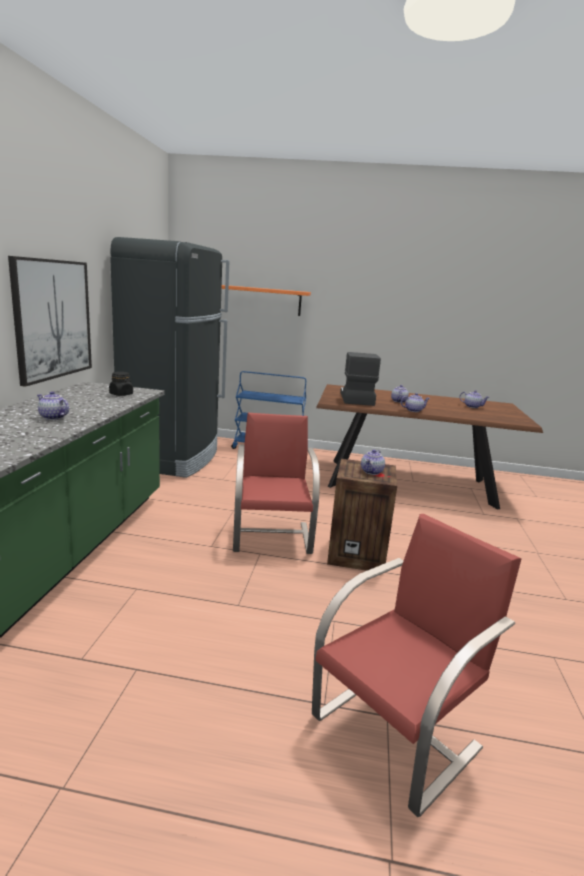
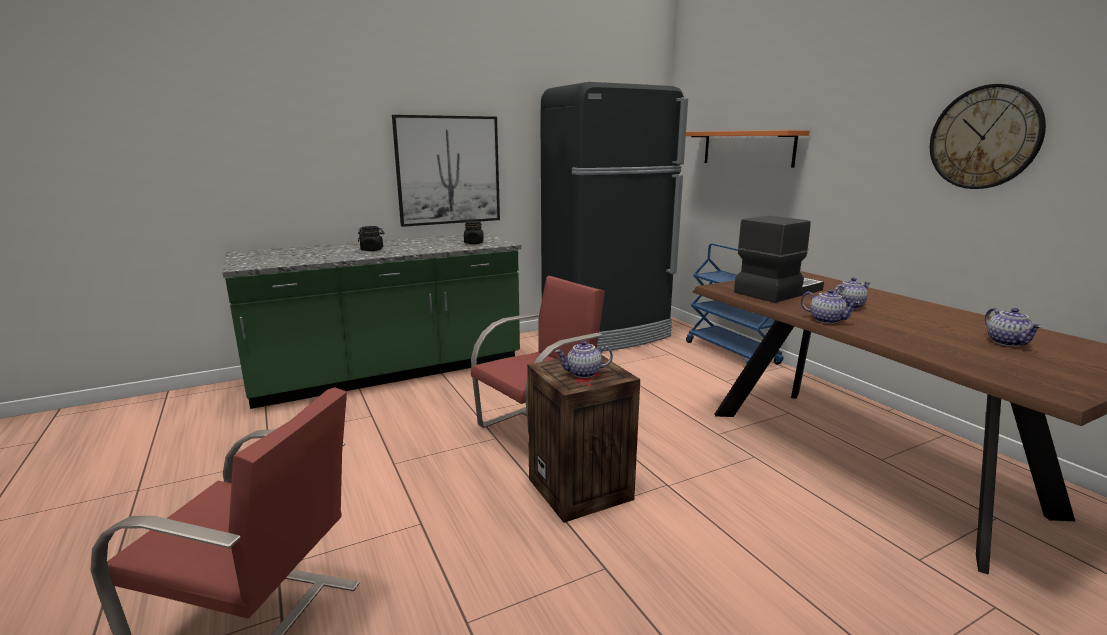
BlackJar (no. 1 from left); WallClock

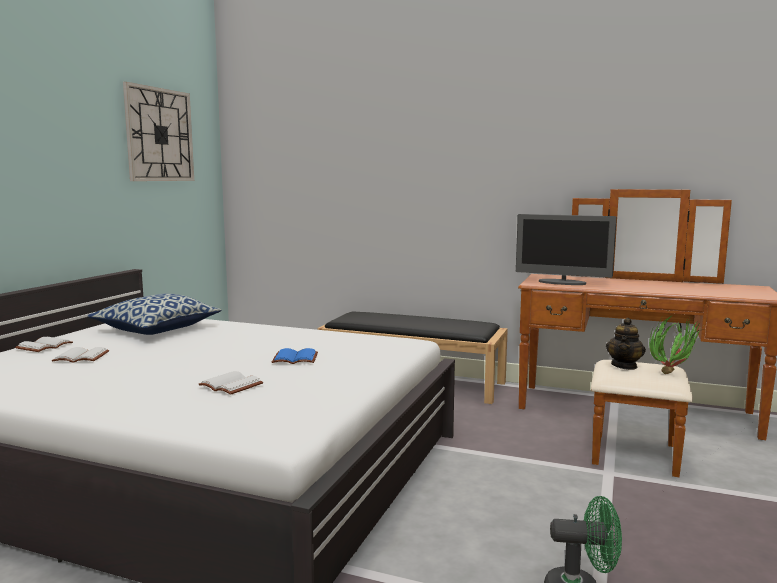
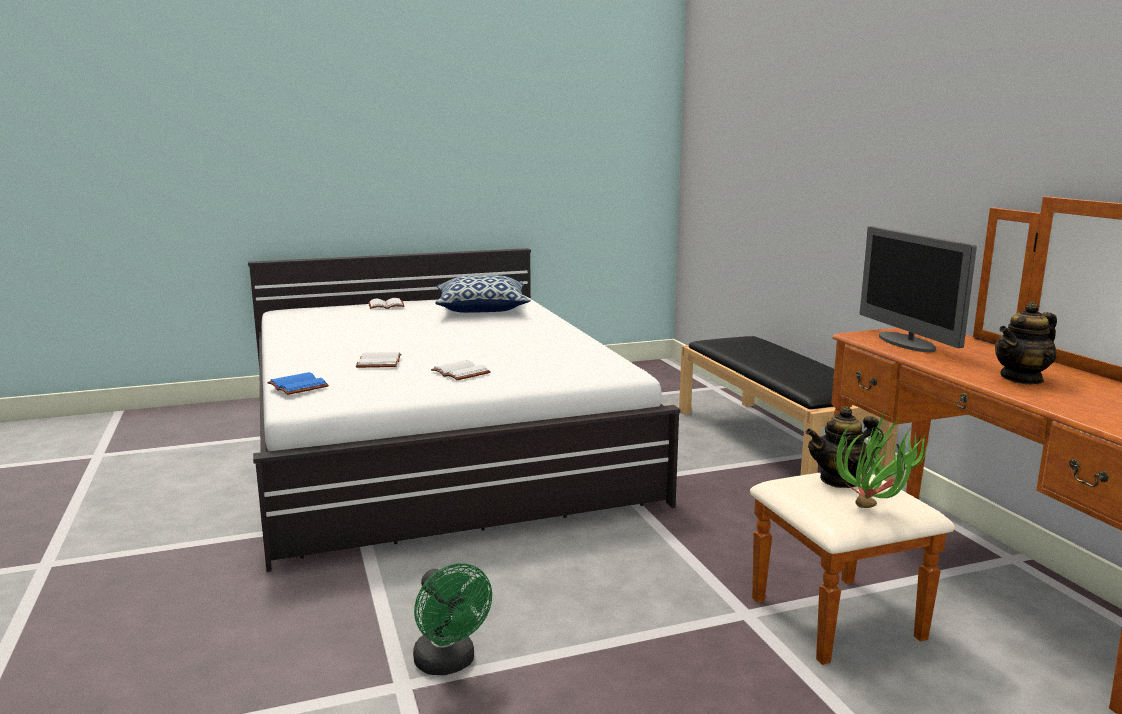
WhiteBook (no. 3 from left); WallClock; BlueBook; Teapot (no. 2 from left)

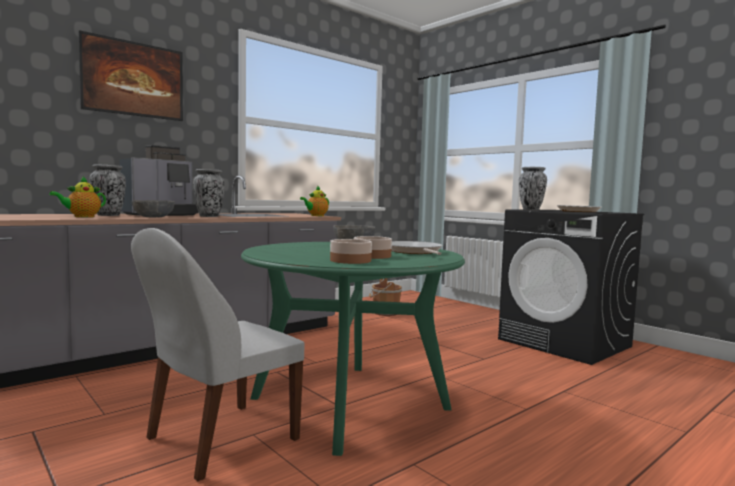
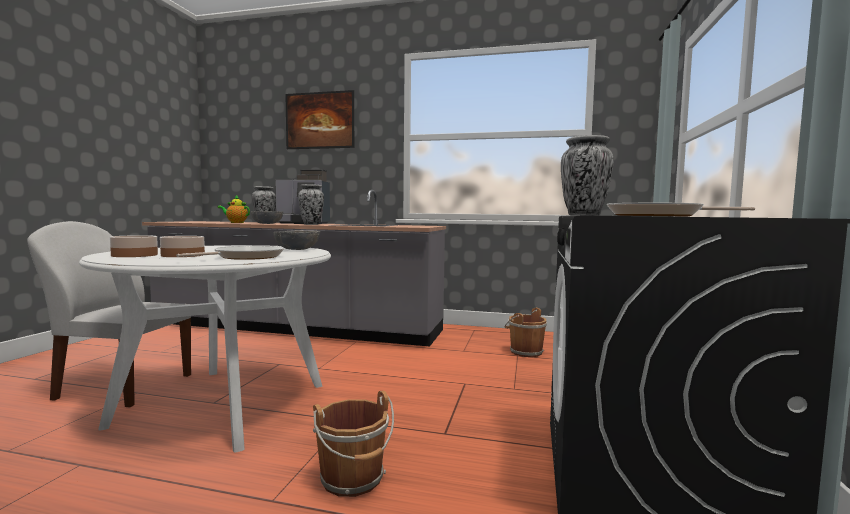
WhiteDiningTable; Teapot (no. 2 from left in the first image); BrownBucket (no. 1 from left)

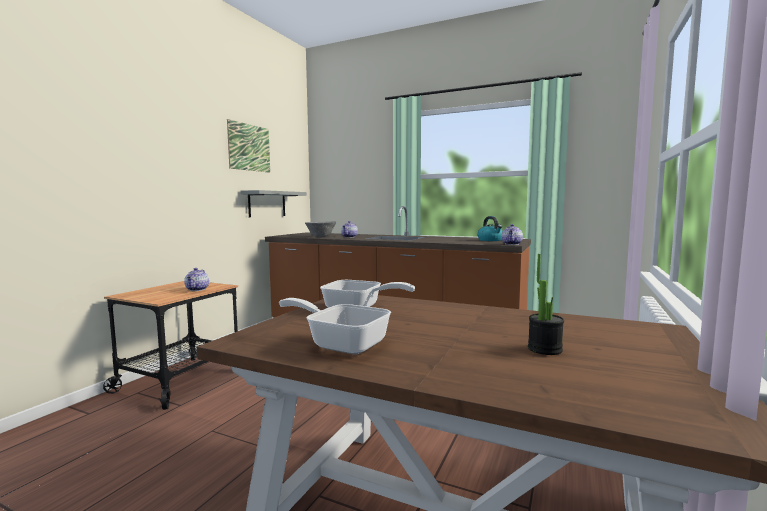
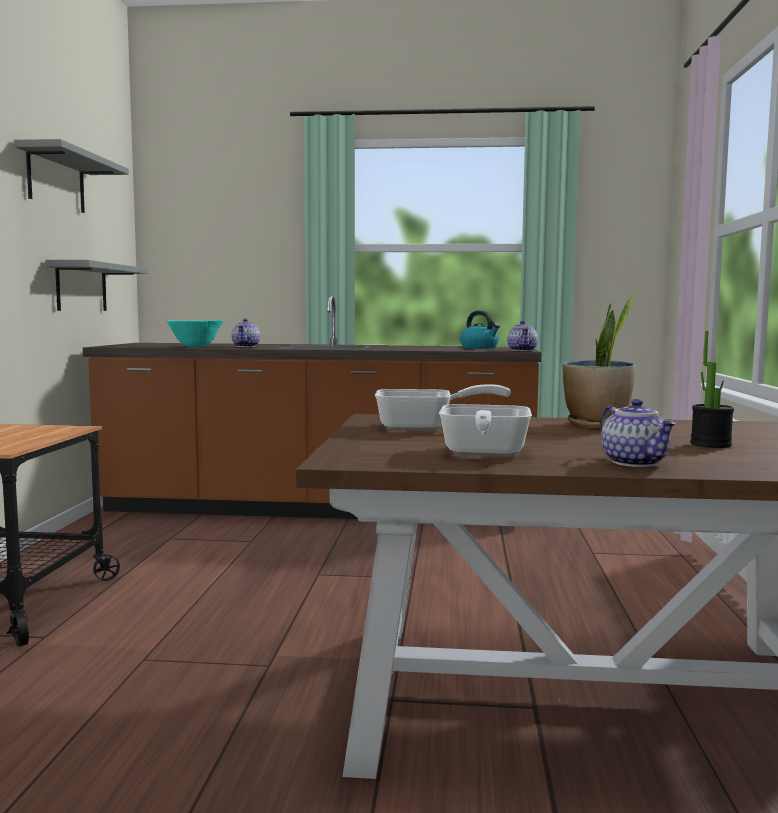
Teapot (no. 3 from left); GreyShelf (no. 1 from left); FryingPan (no. 2 from left); TurquoiseBowl; PottedPlant (no. 1 from left)

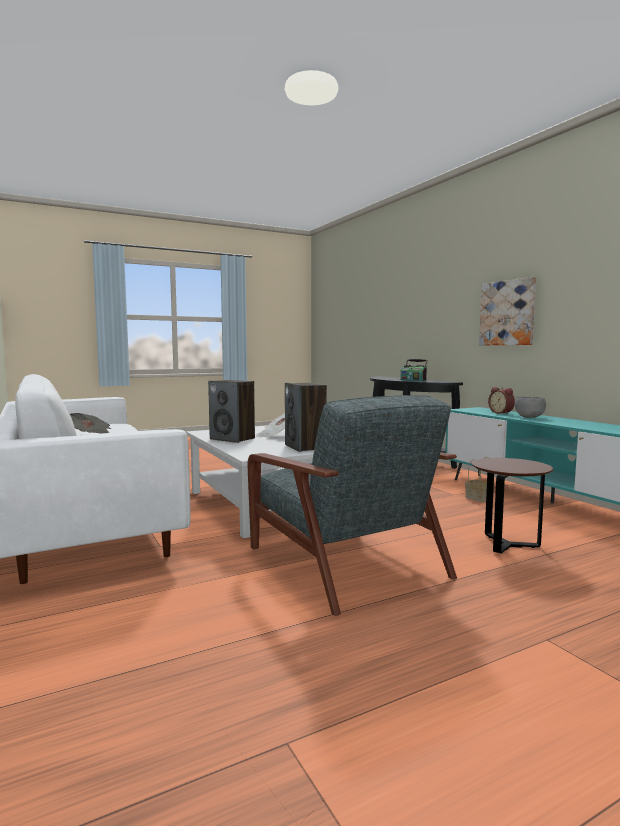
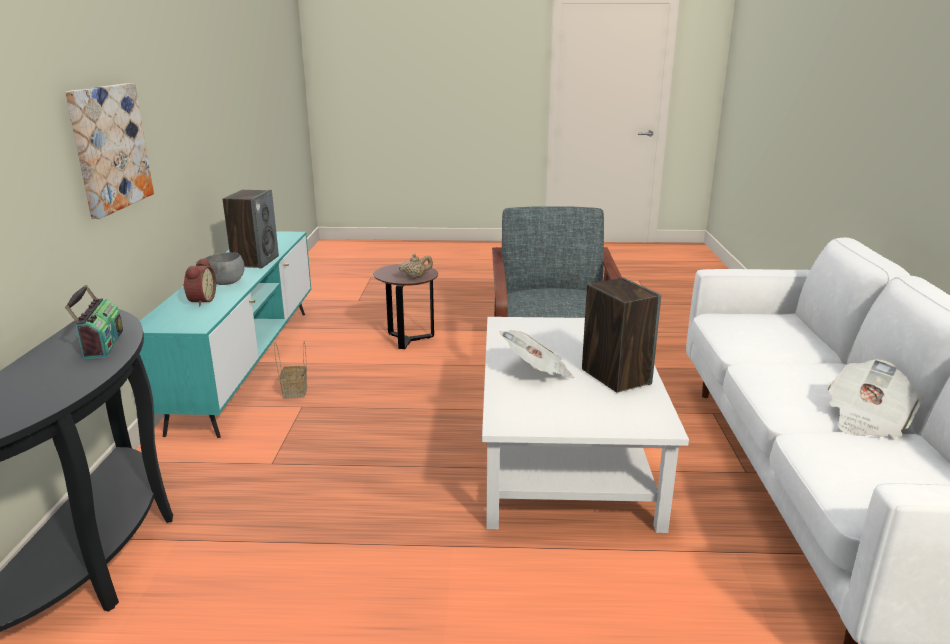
Speaker (no. 1 from left); BeigeTeapot

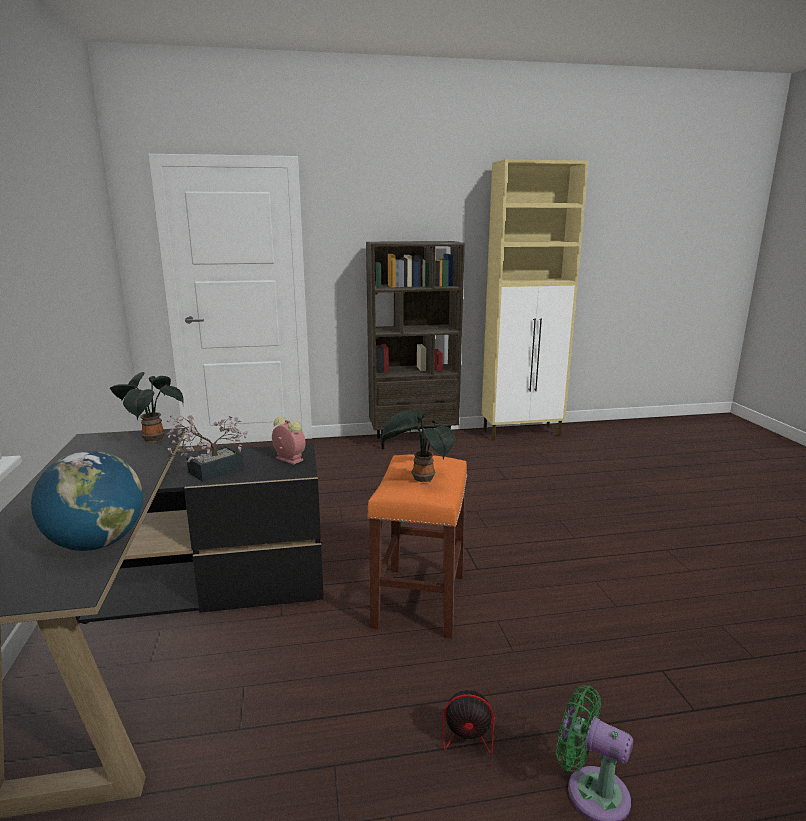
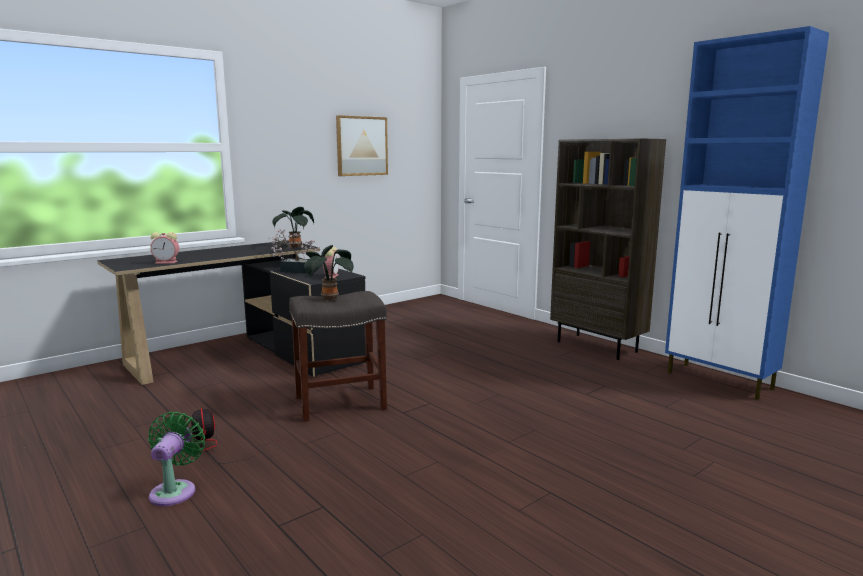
AlarmClock (no. 1 from left); GreyStool; BlueCabinet; Picture

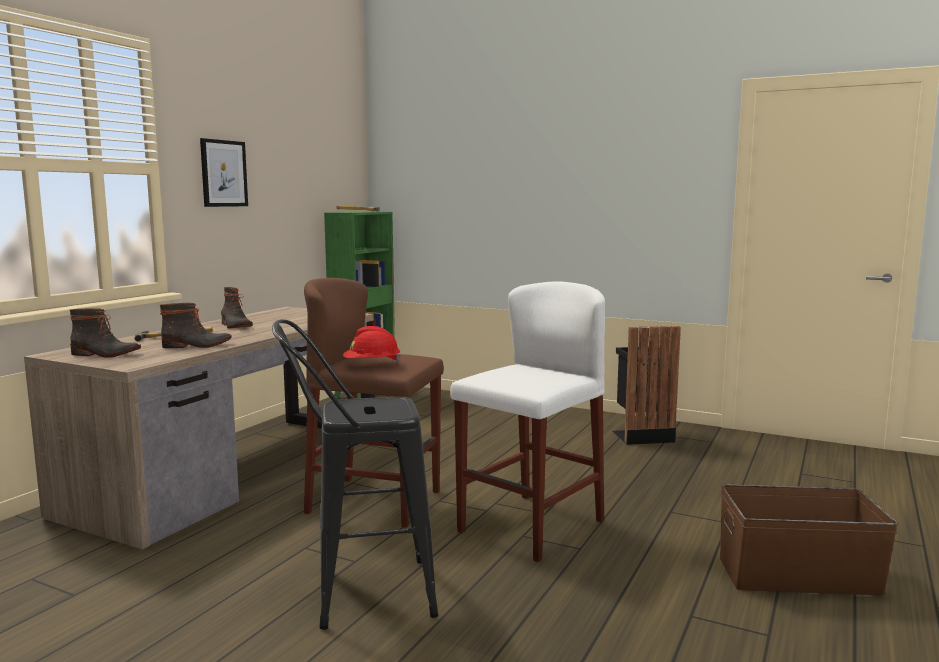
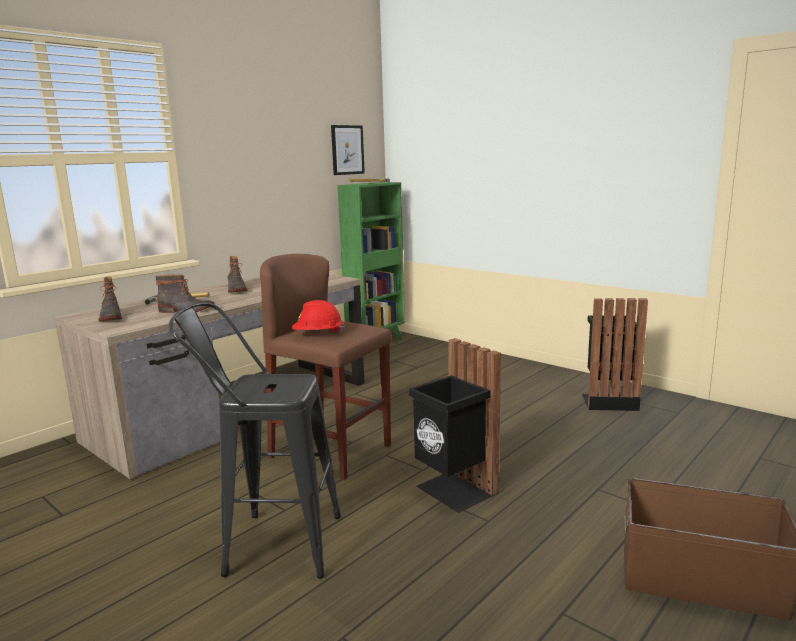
Boot (no. 1 from left); Picture; BlackTrashCan (no. 1 from left)

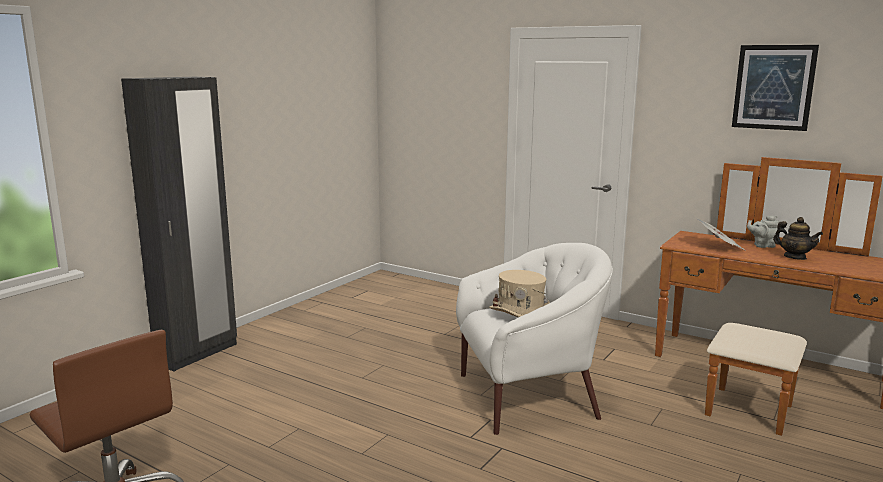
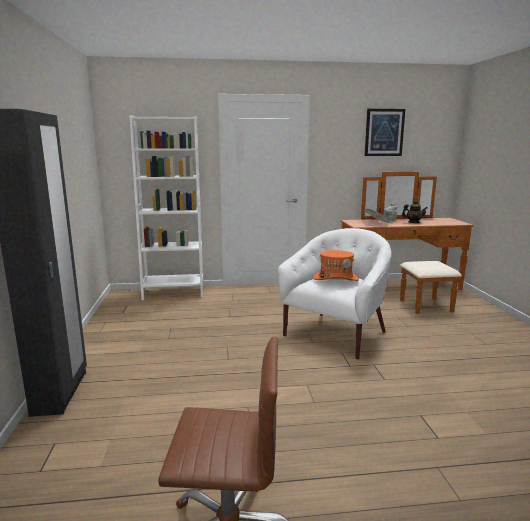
OrangeHat; WhiteBookcase

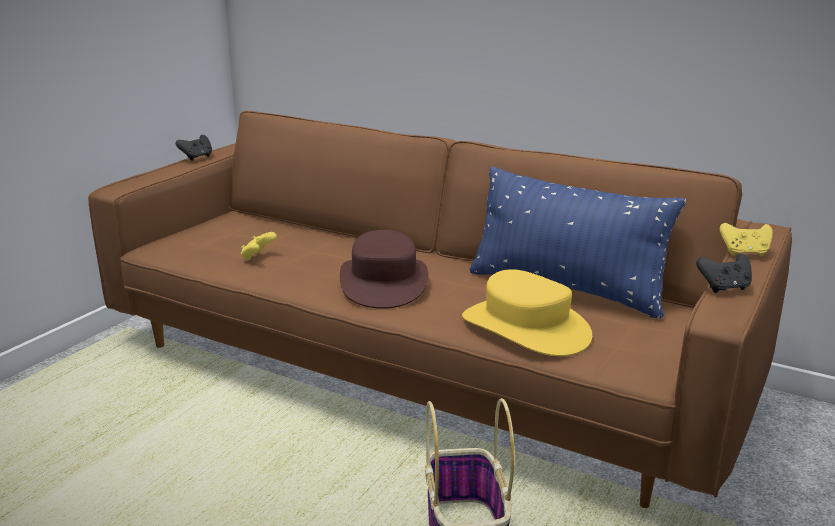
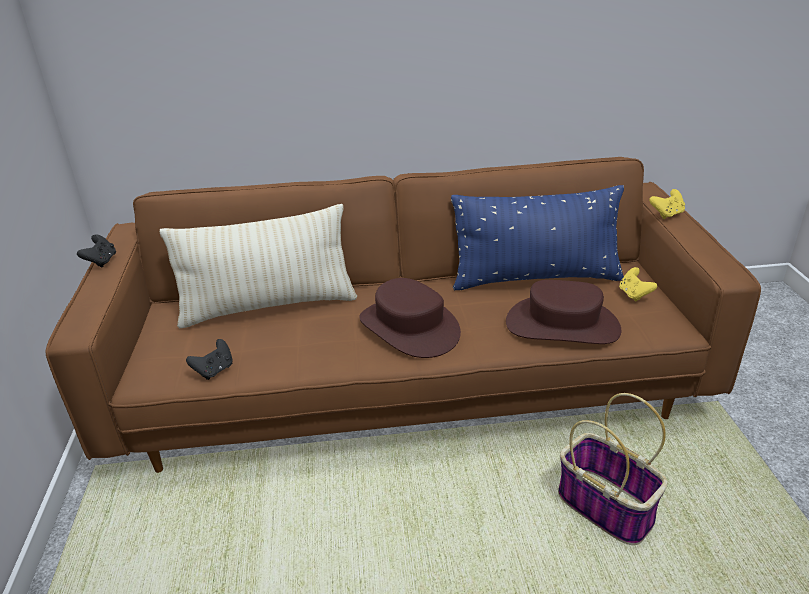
YellowGameController (no. 1 from left); BrownHat (no. 2 from left); BlackGameController (no. 2 from left); BeigePillow

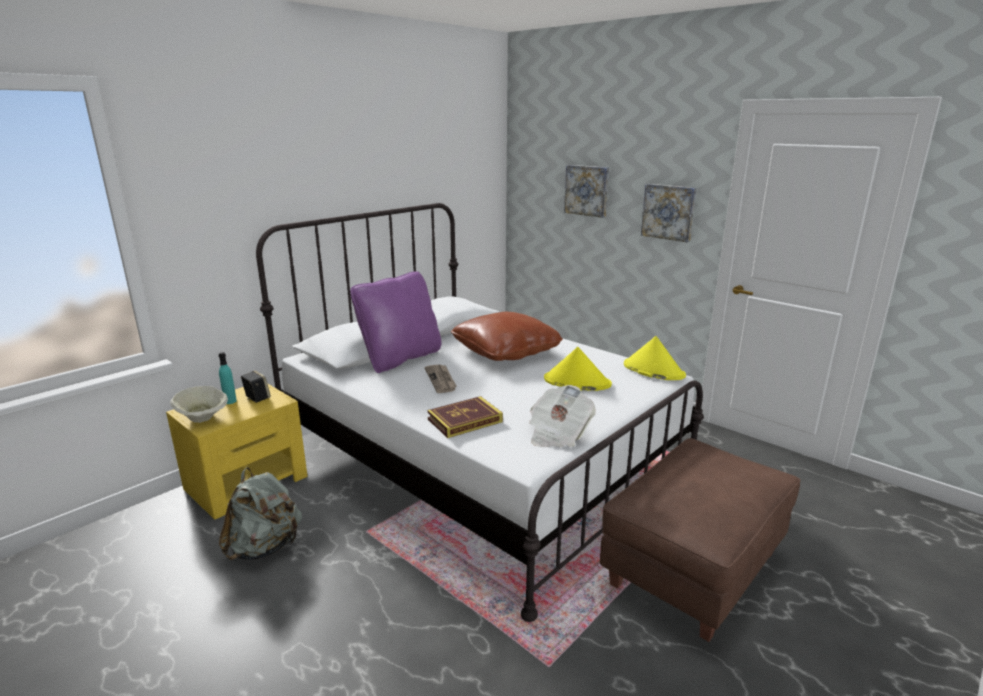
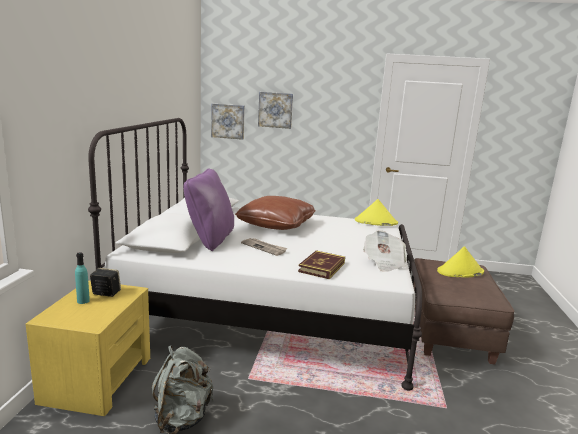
BeigeBowl; YellowHat (no. 2 from left); Picture (no. 1 from left)

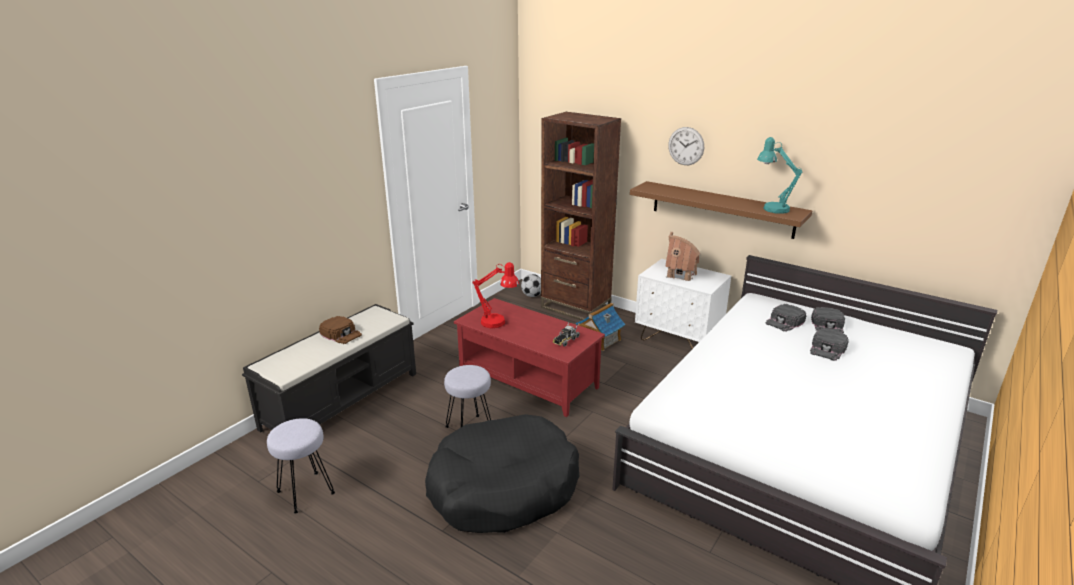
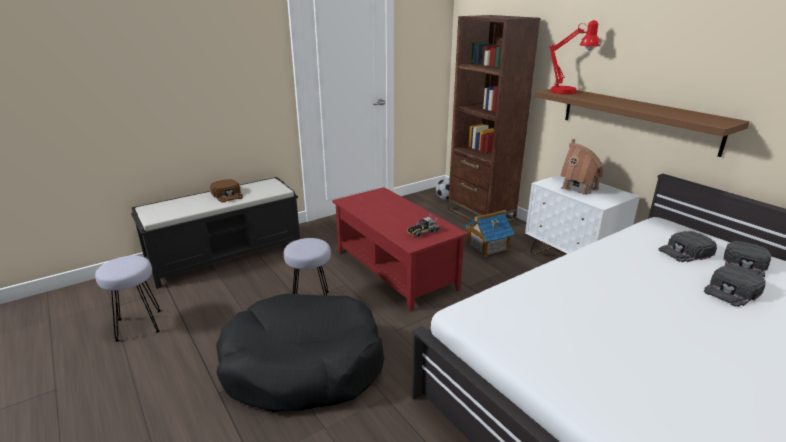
RedTableLamp; WallClock; TurquoiseTableLamp

